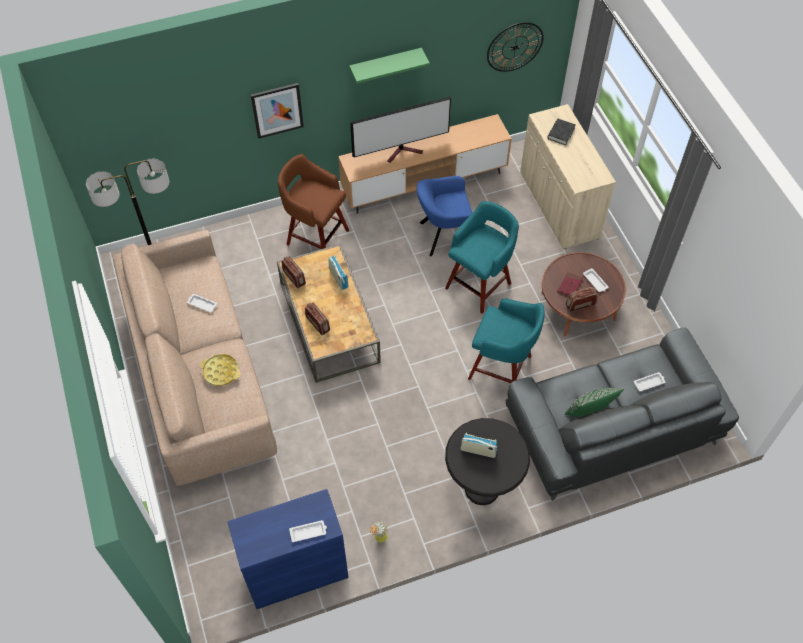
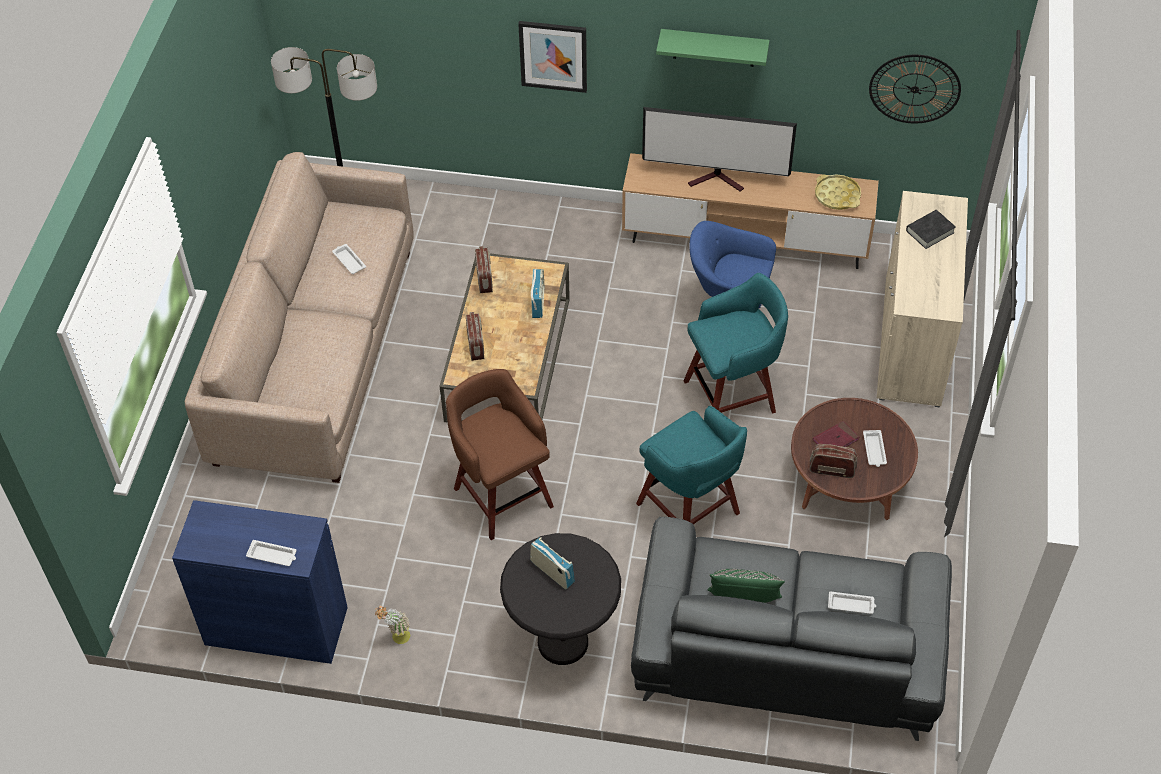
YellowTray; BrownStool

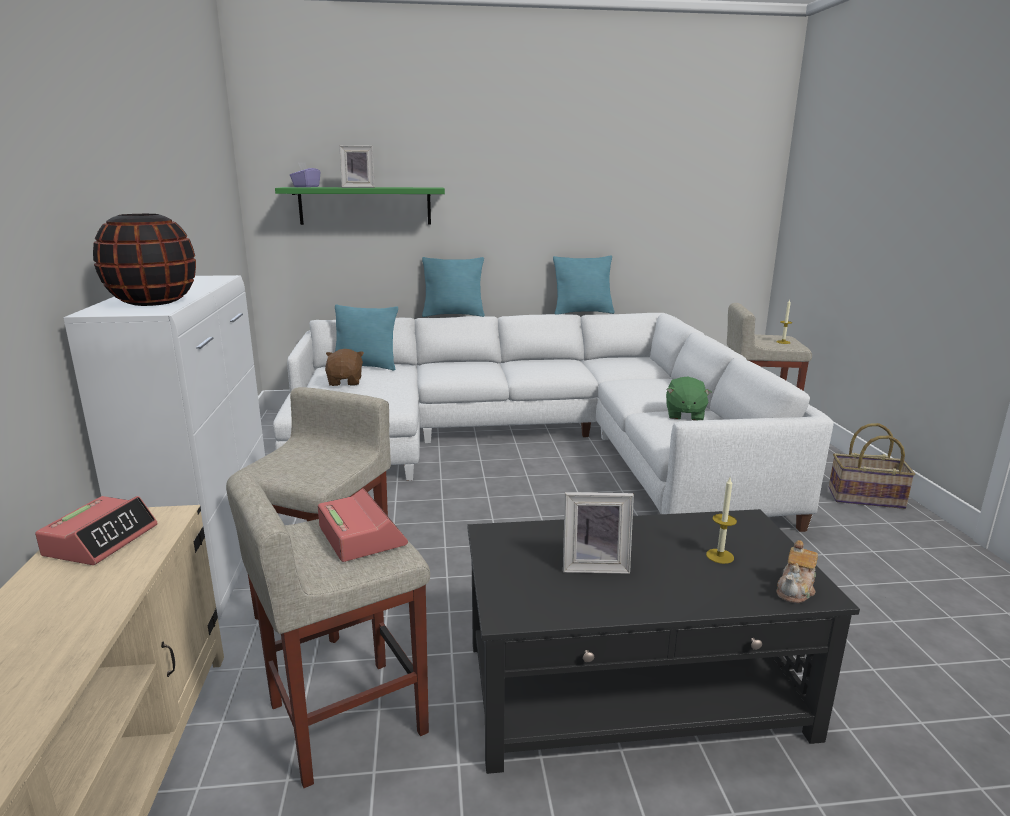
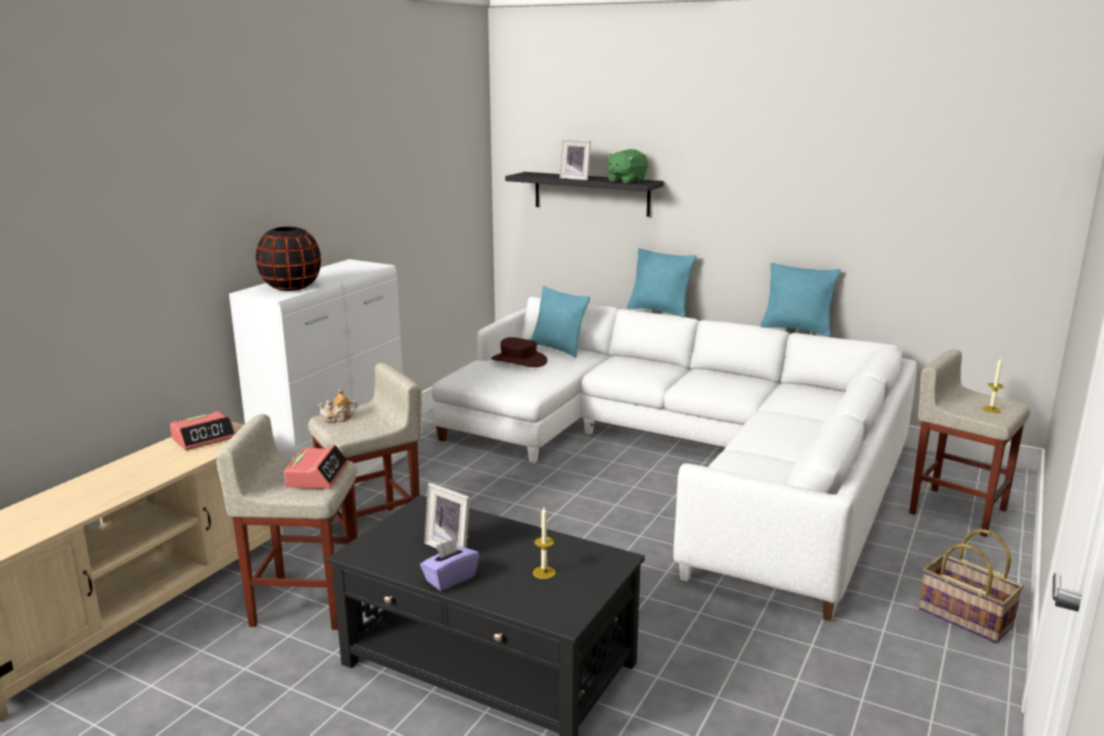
BlackShelf; PurpleTissueBox; BrownHat; GreenPlushToy; Teapot

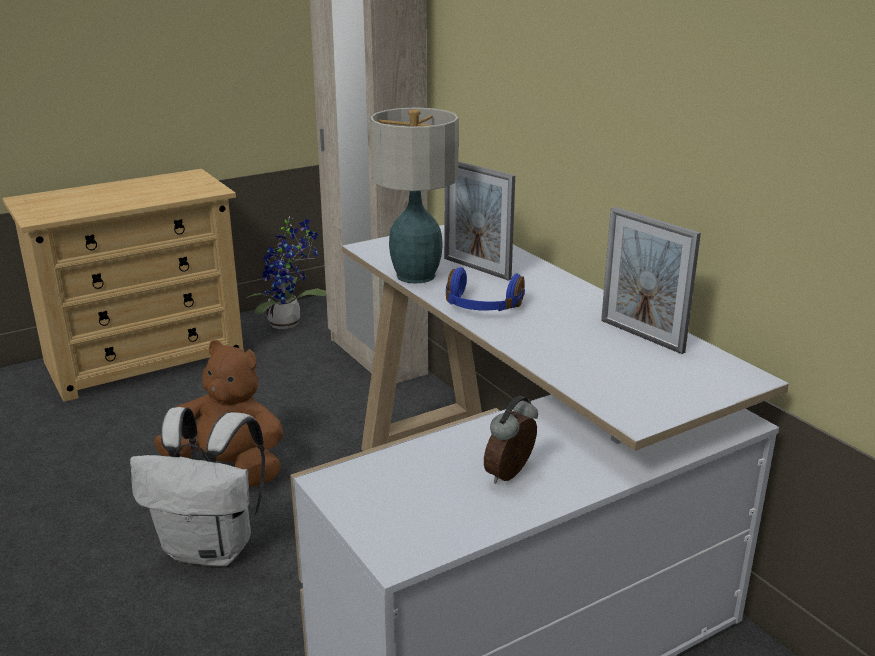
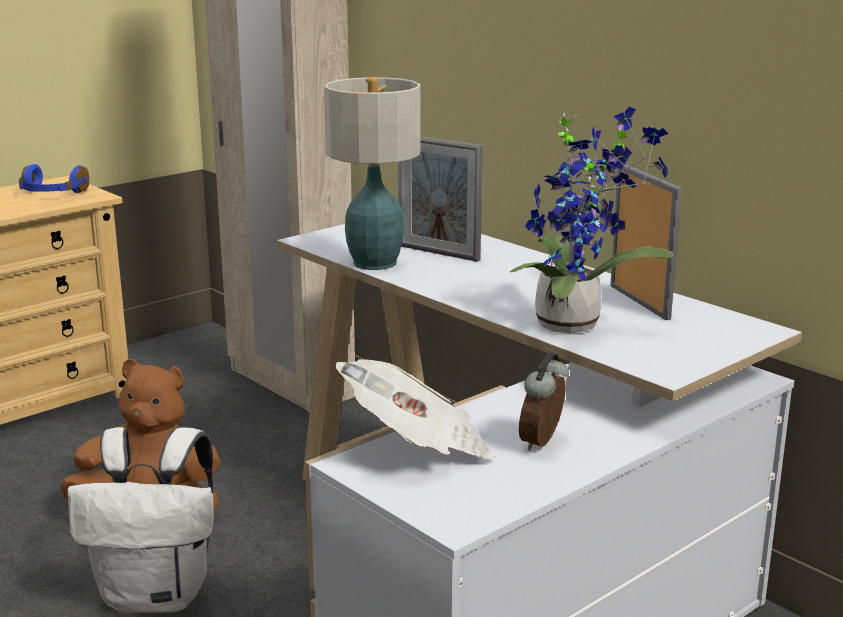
PottedPlant; BlueHeadphones; PictureFrame (no. 2 from left); Newspaper

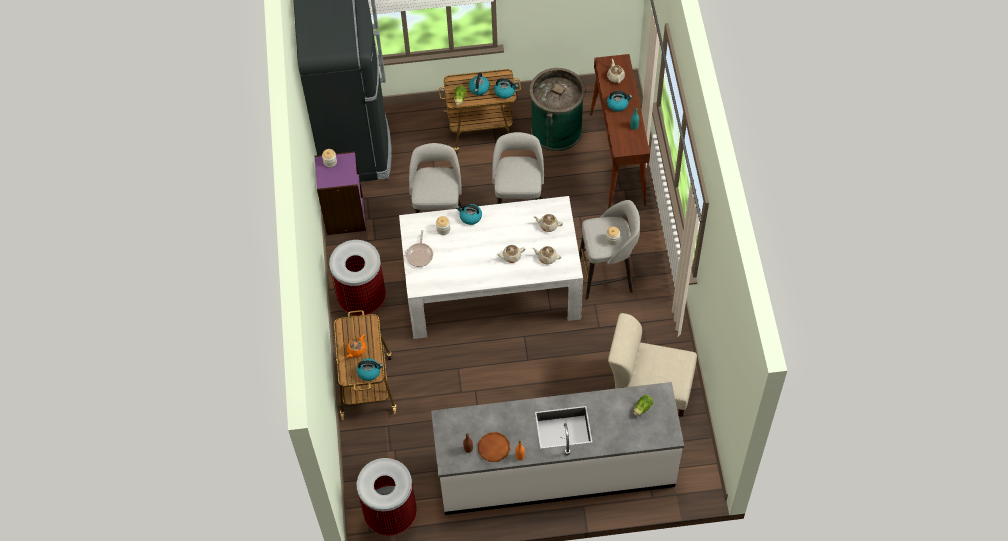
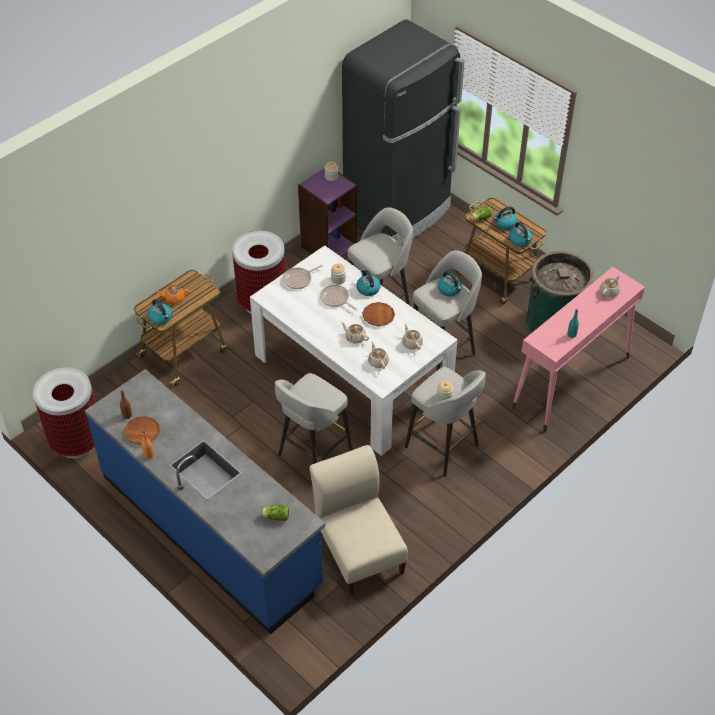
BlueCounter; PinkConsoleTable; Kettle (no. 3 from left); GreyStool (no. 1 from left); FryingPan (no. 2 from left); BrownPlate (no. 2 from left)

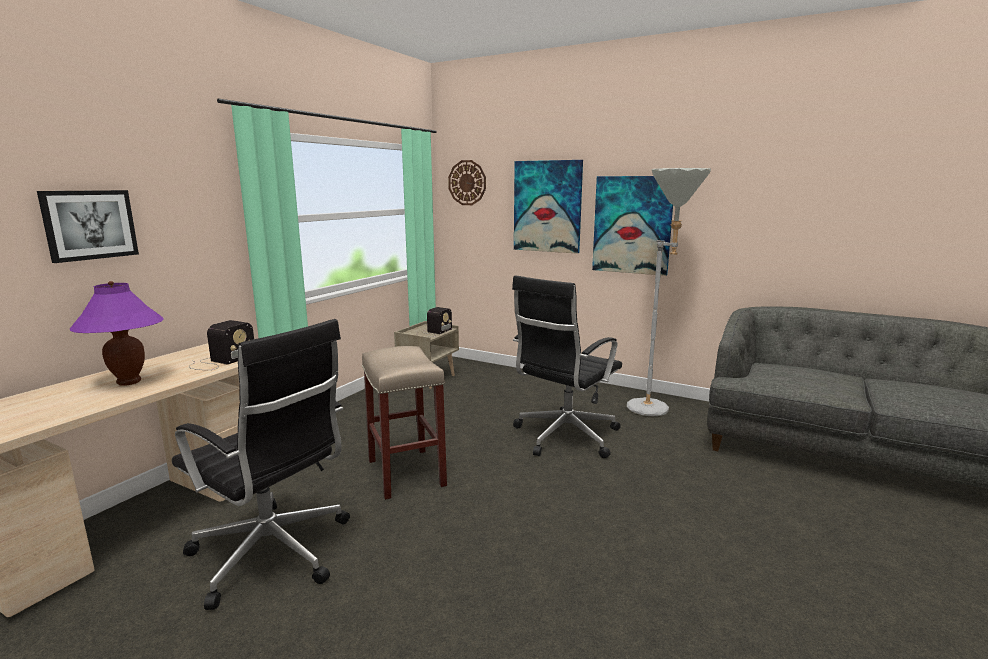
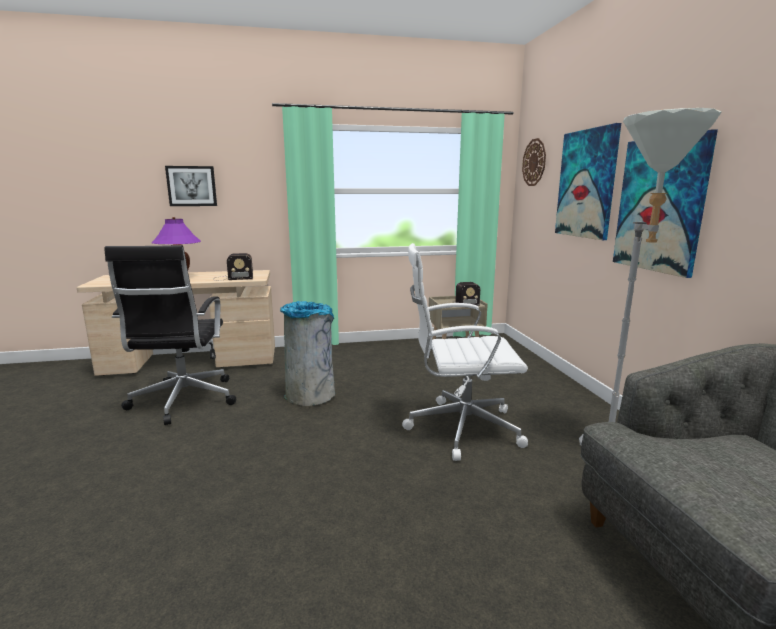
GreyTrashCan; WhiteOfficeChair

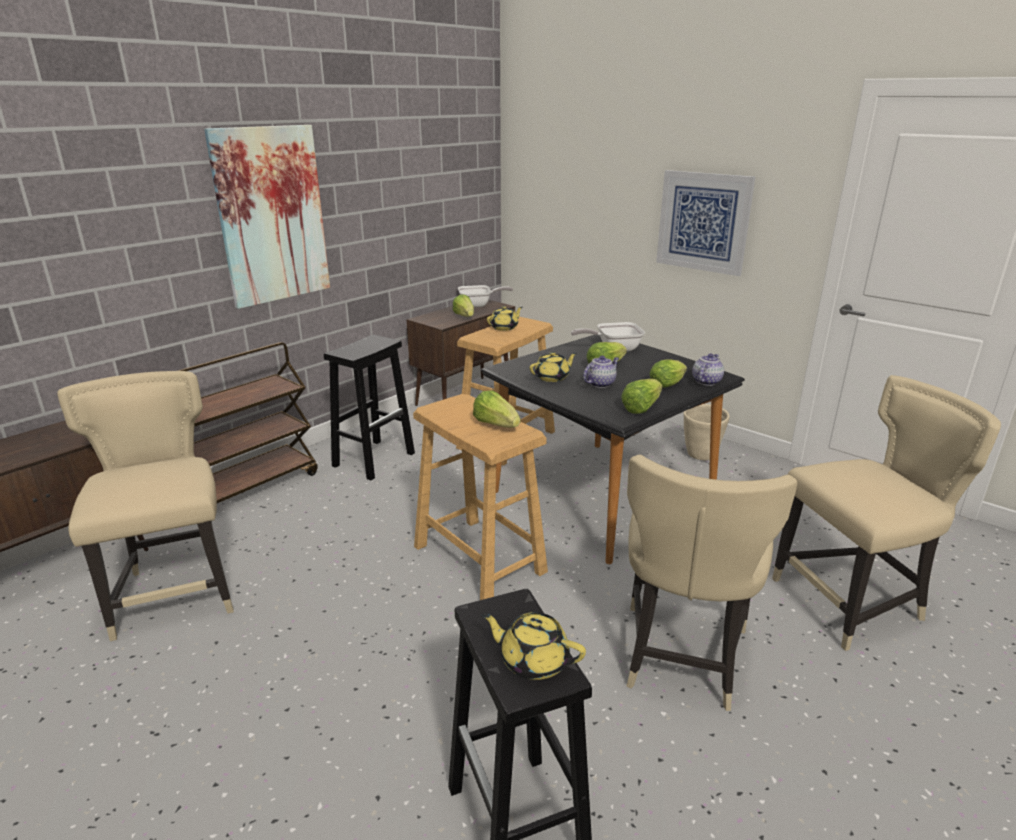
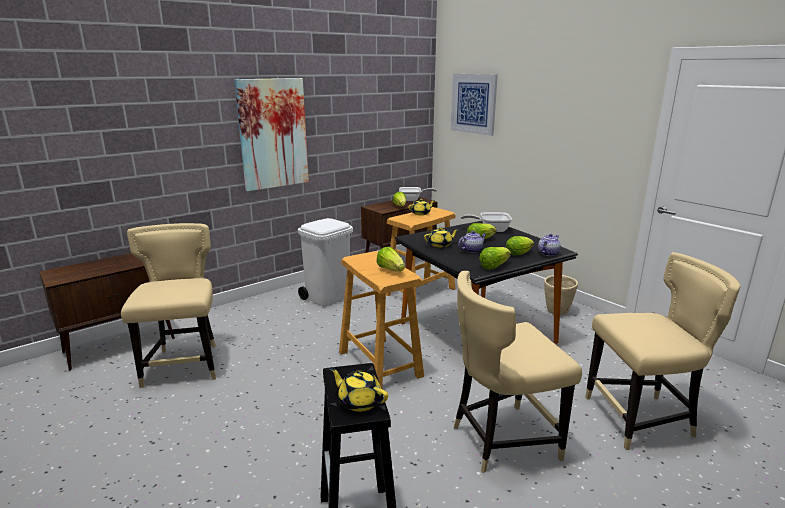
BrownCart; WhiteTrashCan; BeigeChair (no. 2 from left); Picture (no. 2 from left)

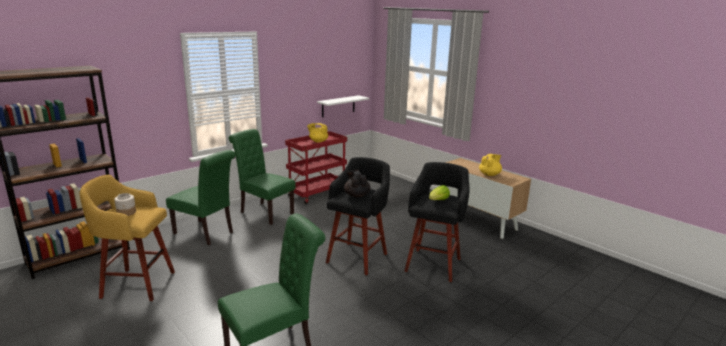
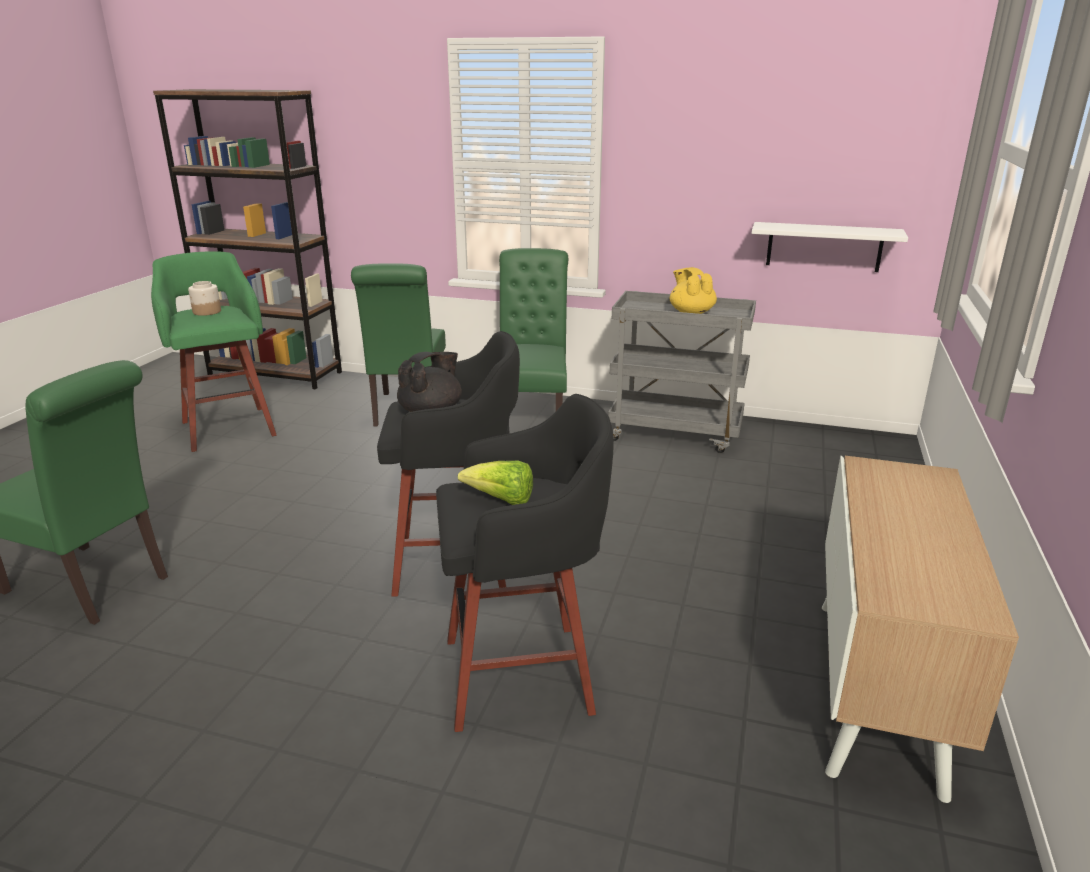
GreenStool; GreyCart; YellowTeapot (no. 2 from left in the first image)

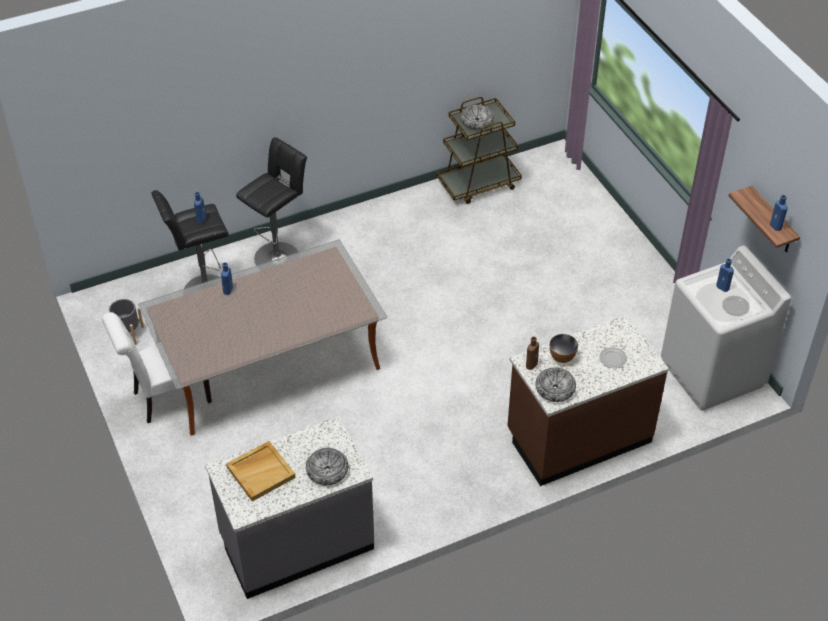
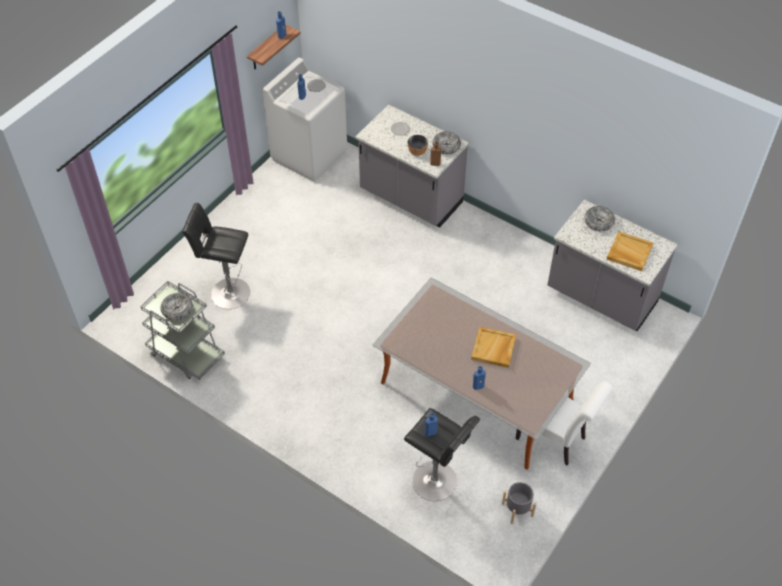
BlackStool (no. 1 from left); GreyCart; GreyCounter (no. 1 from left); BeigeTray (no. 1 from left)

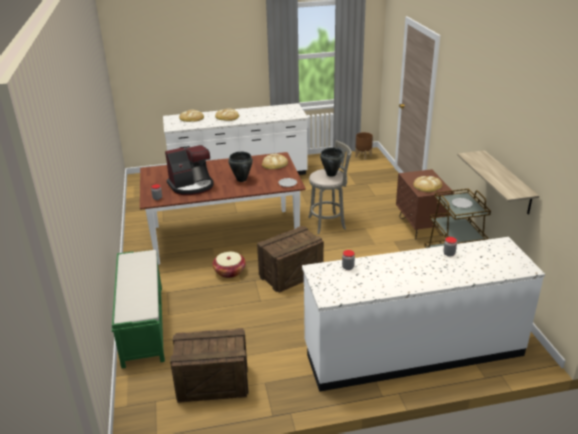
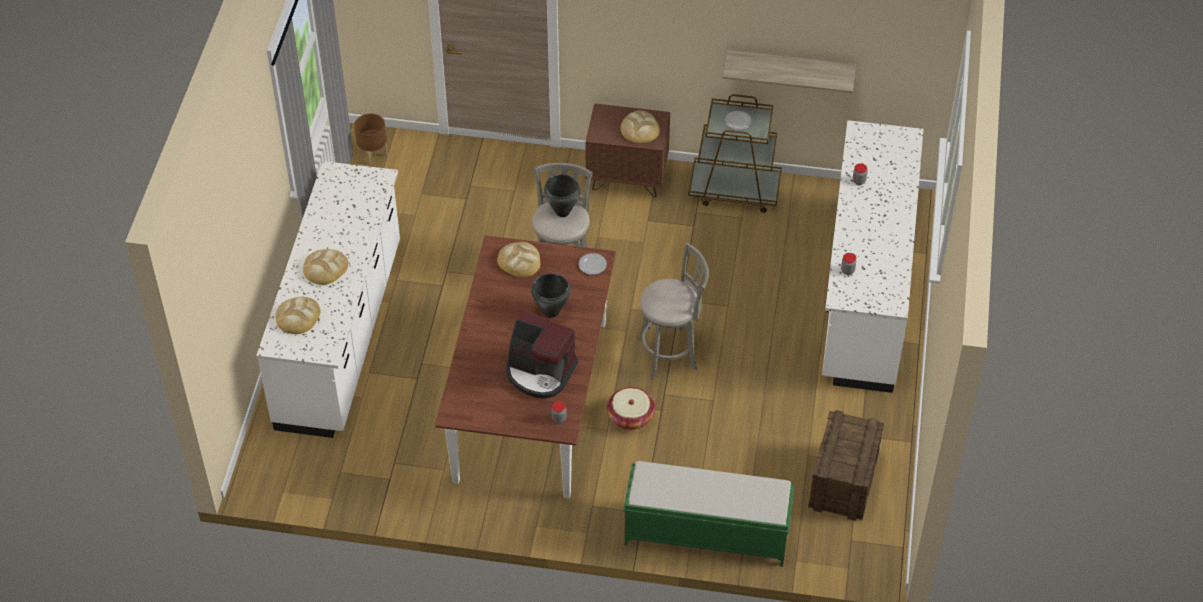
CoffeeMachine; GreyStool (no. 2 from left)

